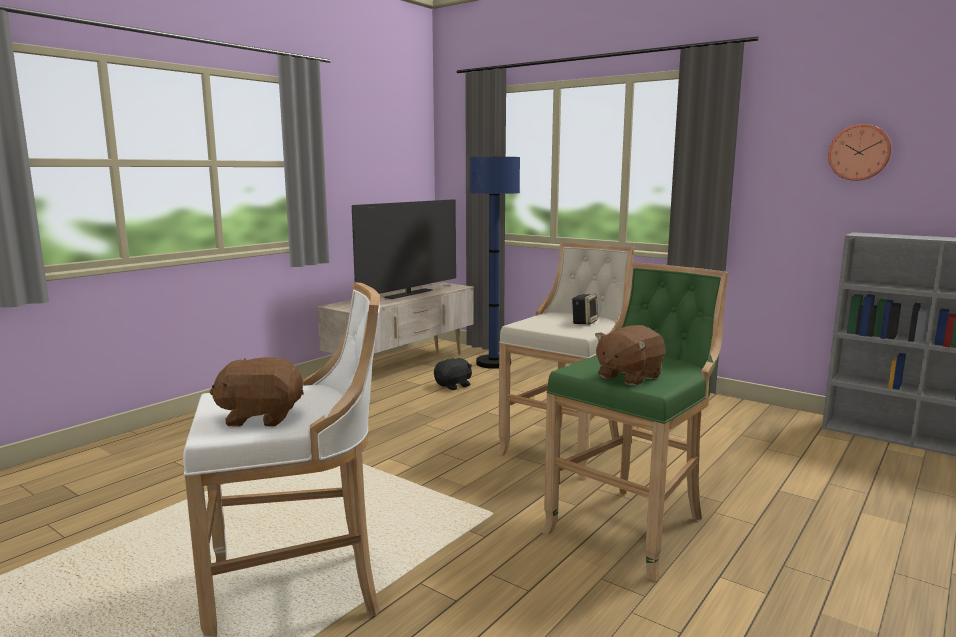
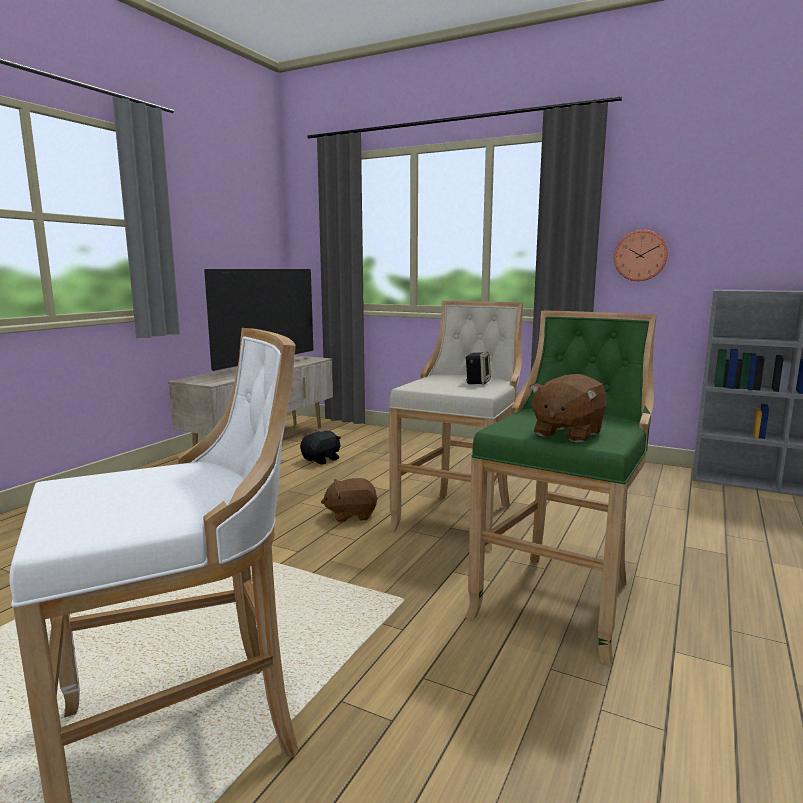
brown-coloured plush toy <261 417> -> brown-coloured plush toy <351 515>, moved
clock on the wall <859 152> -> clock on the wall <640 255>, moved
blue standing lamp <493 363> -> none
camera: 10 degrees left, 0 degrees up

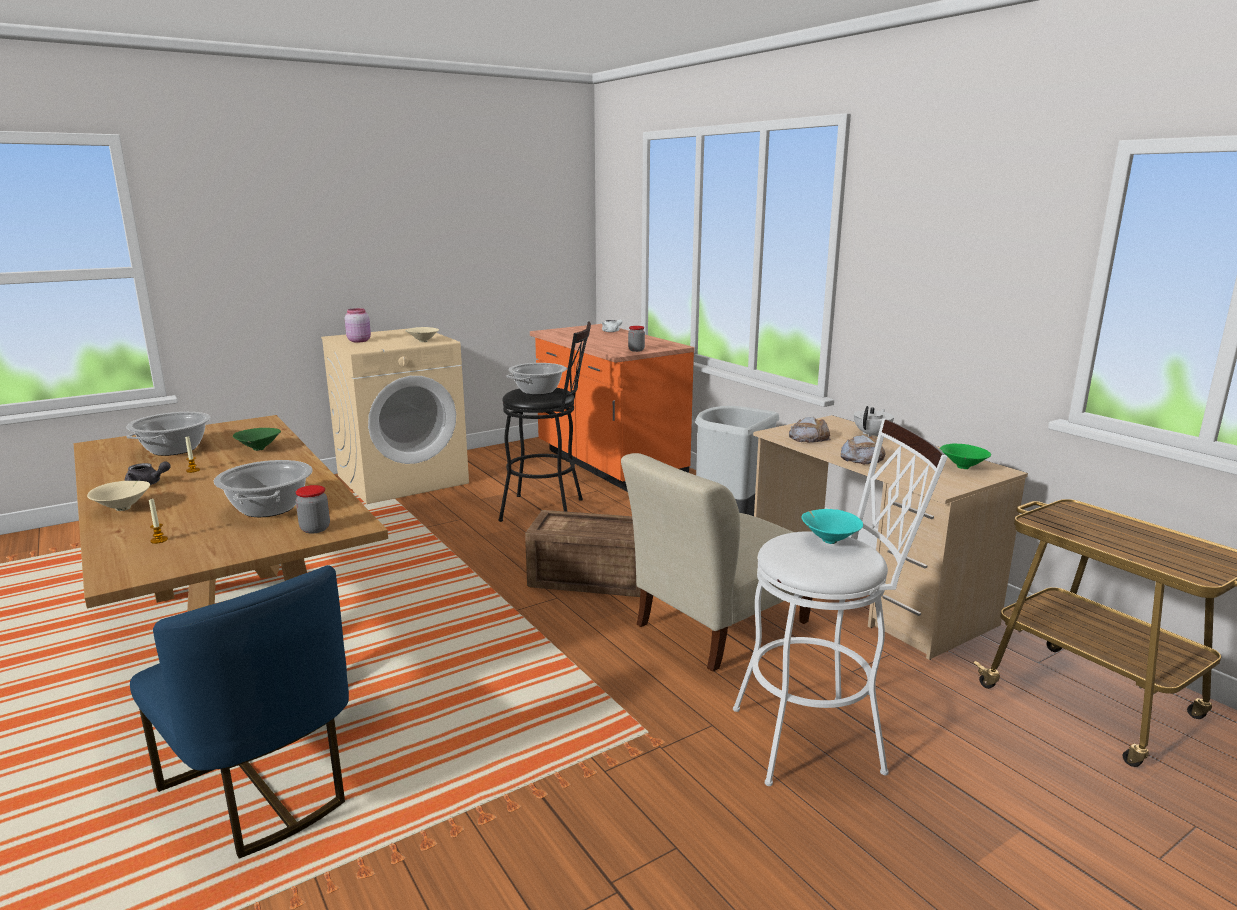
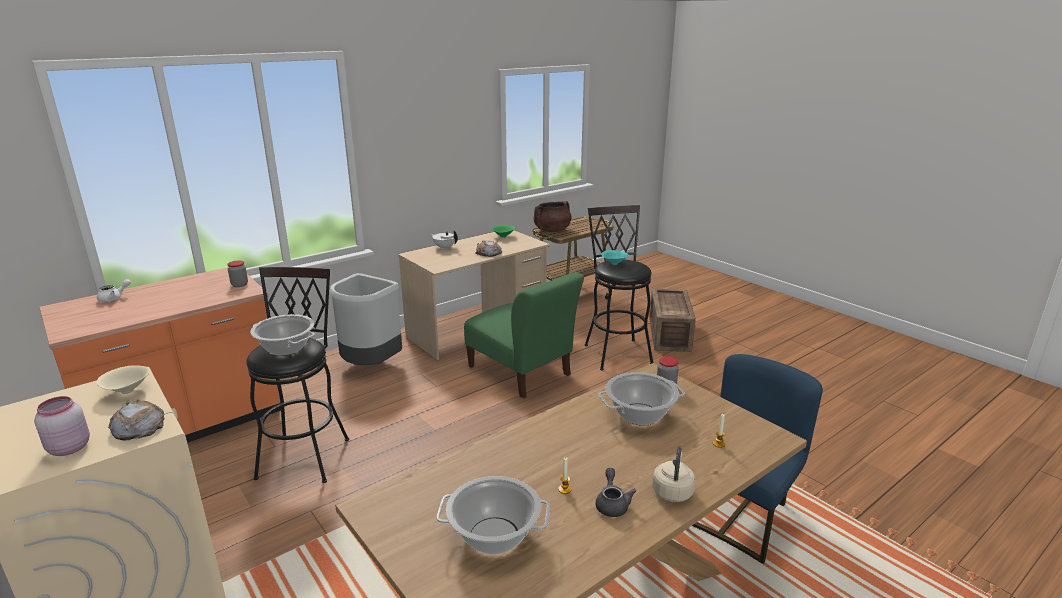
baked bread <809 437> -> baked bread <138 426>, moved
beige-coloured upright chair <717 627> -> green upright chair <521 373>
none -> brown-coloured cooking pot <552 230>
white sitting stool <820 738> -> blackish sitting stool <616 351>
shipping crate <593 580> -> shipping crate <670 334>, moved
beige-coloured deep dish <124 508> -> beige-coloured tea kettle <672 491>
green deep dish <258 449> -> none
camera: 95 degrees left, 5 degrees up

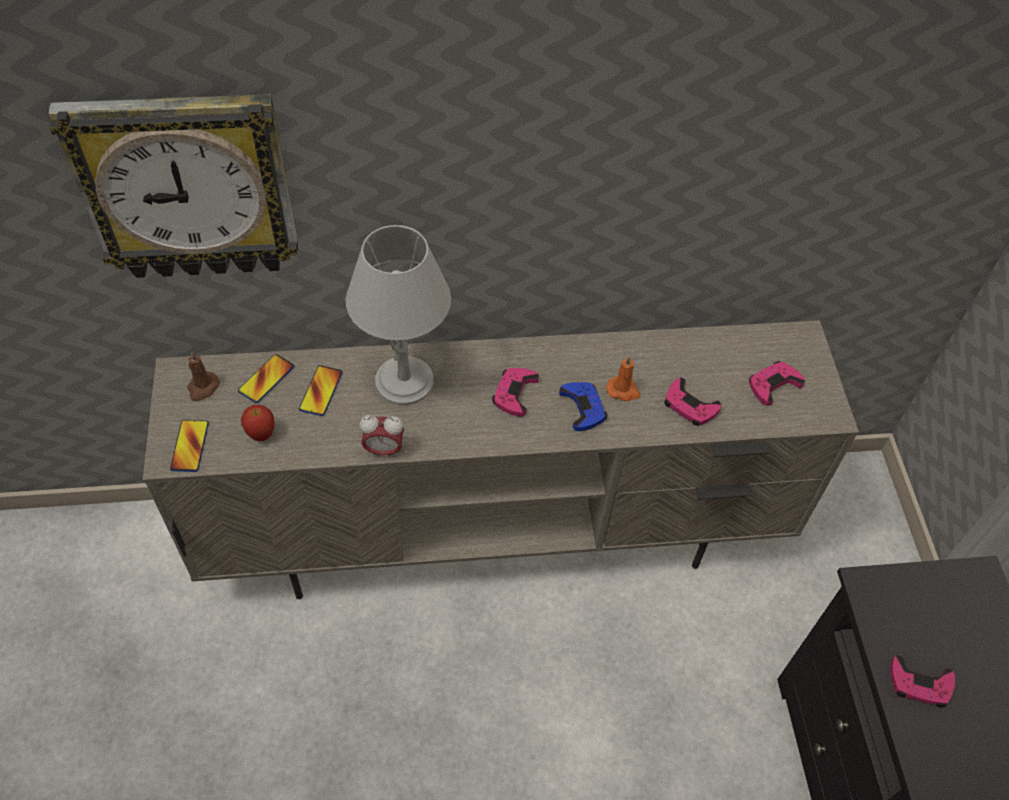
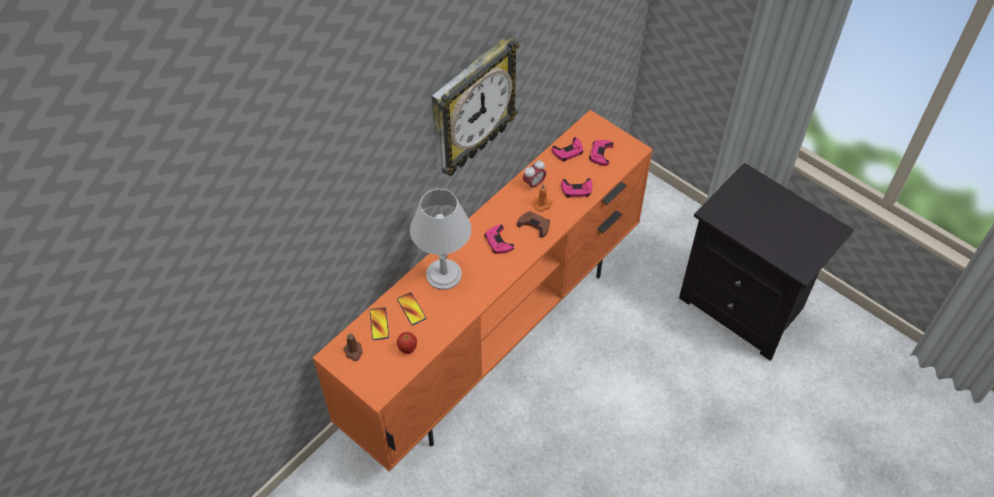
beige-coloured tv stand <498 535> -> orange-coloured tv stand <495 336>
clock on the wall <188 187> -> clock on the wall <471 107>, moved
blue joypad <583 408> -> brown-coloured joypad <534 225>
bedside clock <383 449> -> bedside clock <534 184>, moved
pinkish joypad <919 684> -> pinkish joypad <568 151>, moved
telephone <190 446> -> none
camera: 40 degrees left, 0 degrees up

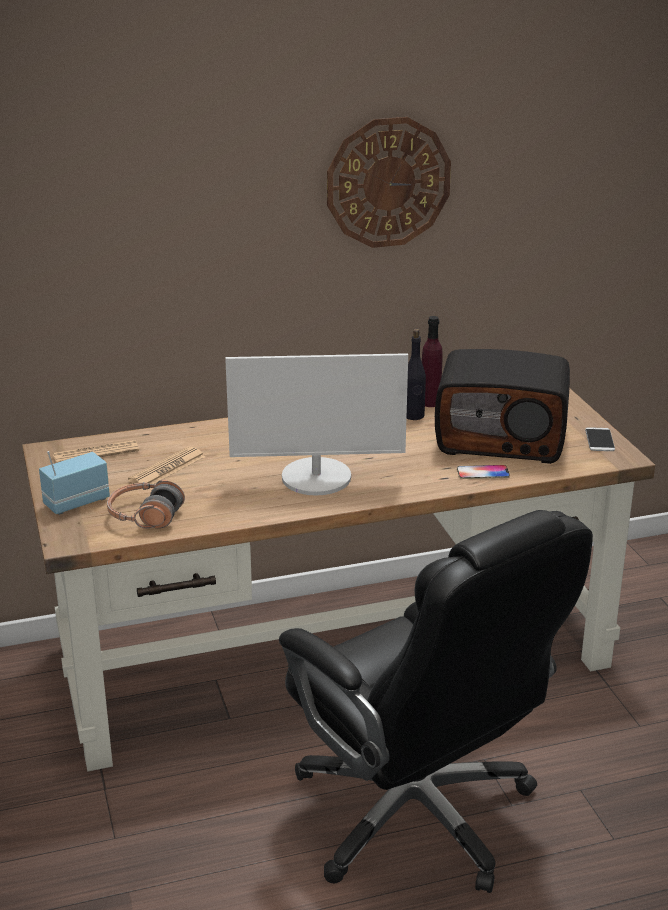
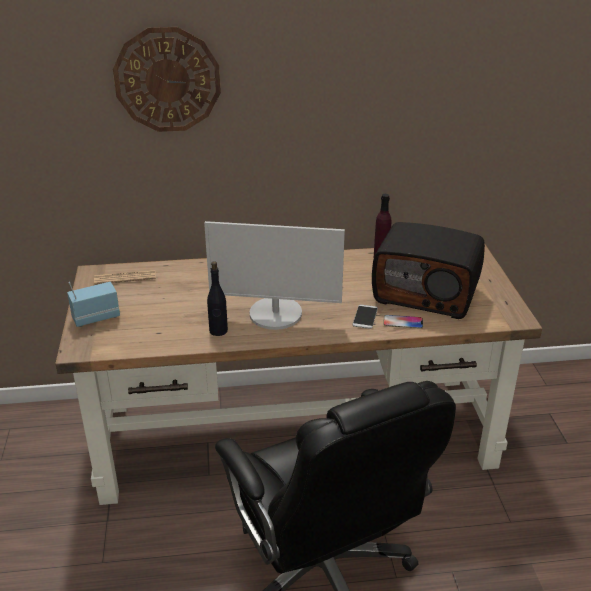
clock on the wall <388 182> -> clock on the wall <167 80>, moved
blackish bottle <413 416> -> blackish bottle <218 331>, moved
telephone <599 440> -> telephone <365 317>, moved
headphones <145 516> -> none
daily paper <167 469> -> none
camera: 10 degrees right, 5 degrees up

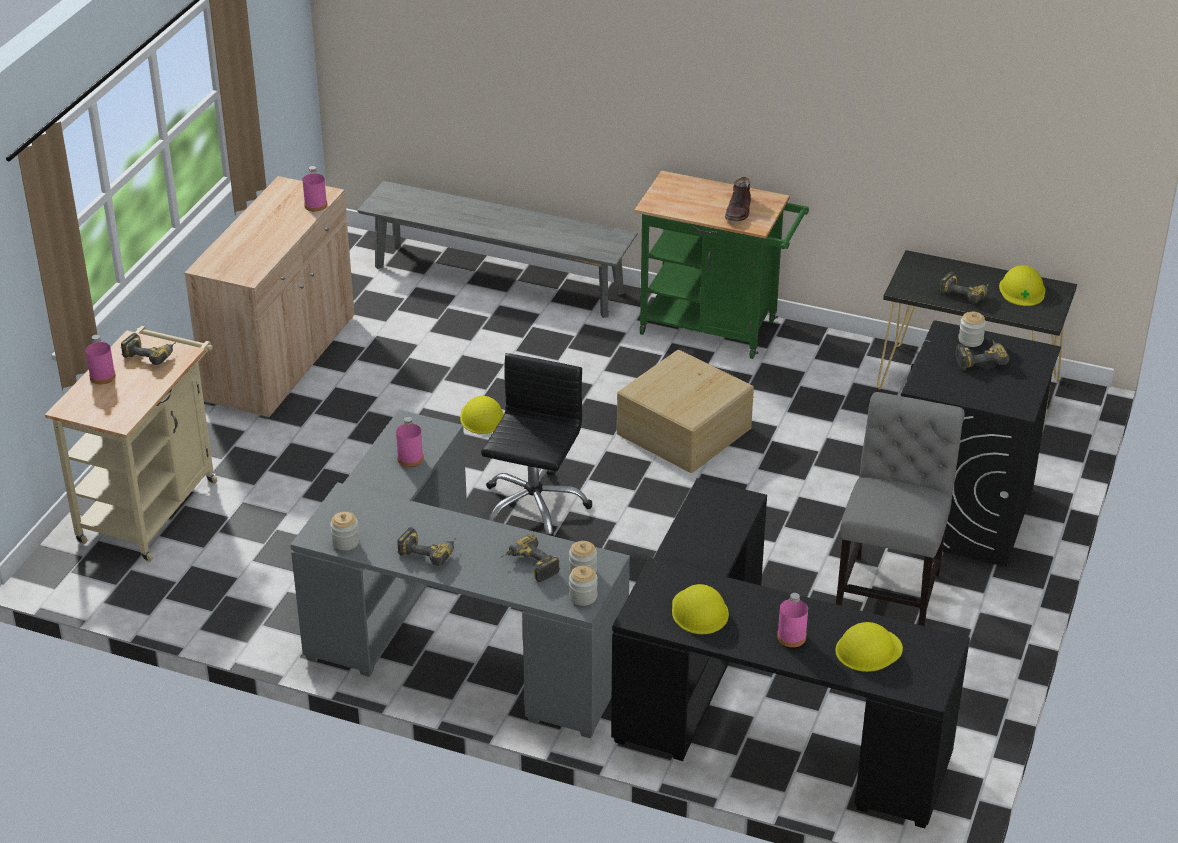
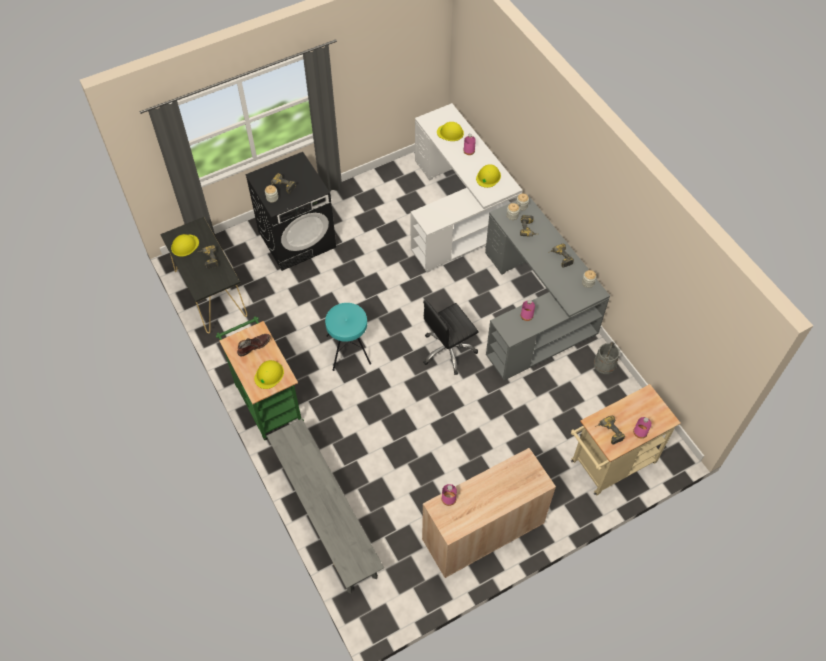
yellow-coloured safety helmet <482 417> -> yellow-coloured safety helmet <269 374>, moved
beige-coloured storage bin <683 431> -> turquoise-coloured sitting stool <349 349>
blackish desk <759 718> -> white desk <459 211>
none -> gray water bucket <605 364>
gray upright chair <890 591> -> none
camera: 140 degrees left, 20 degrees up

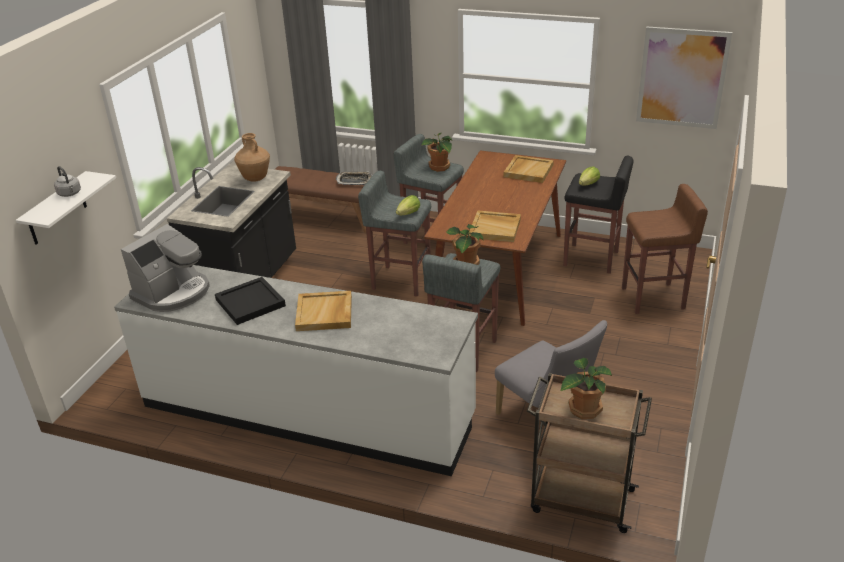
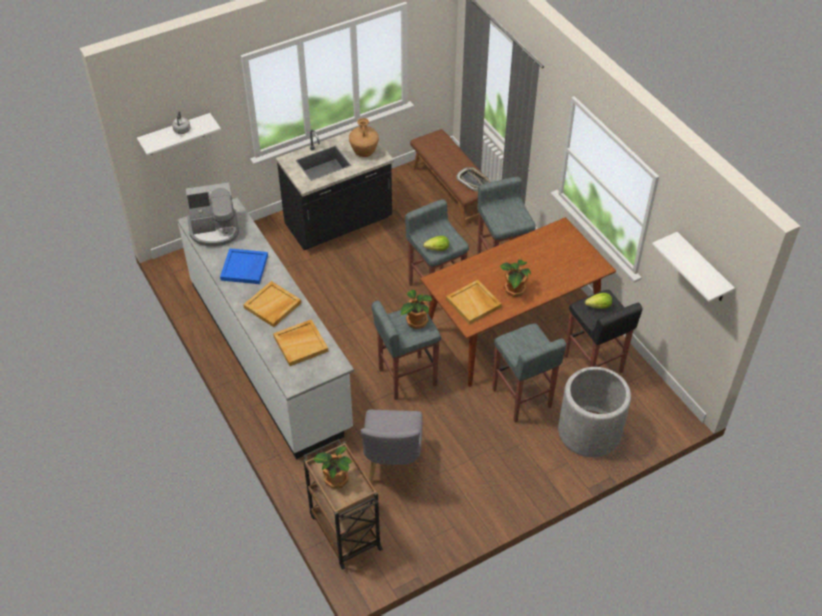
blackish carrying tray <251 303> -> blue carrying tray <244 268>
beige-coloured carrying tray <528 171> -> beige-coloured carrying tray <301 343>, moved
none -> gray sitting stool <521 399>
potted plant <439 167> -> potted plant <514 290>, moved
brown-coloured sitting stool <654 298> -> gray flower pot <589 432>
wall art <682 78> -> white bracket shelf <702 269>
camera: 40 degrees right, 15 degrees up

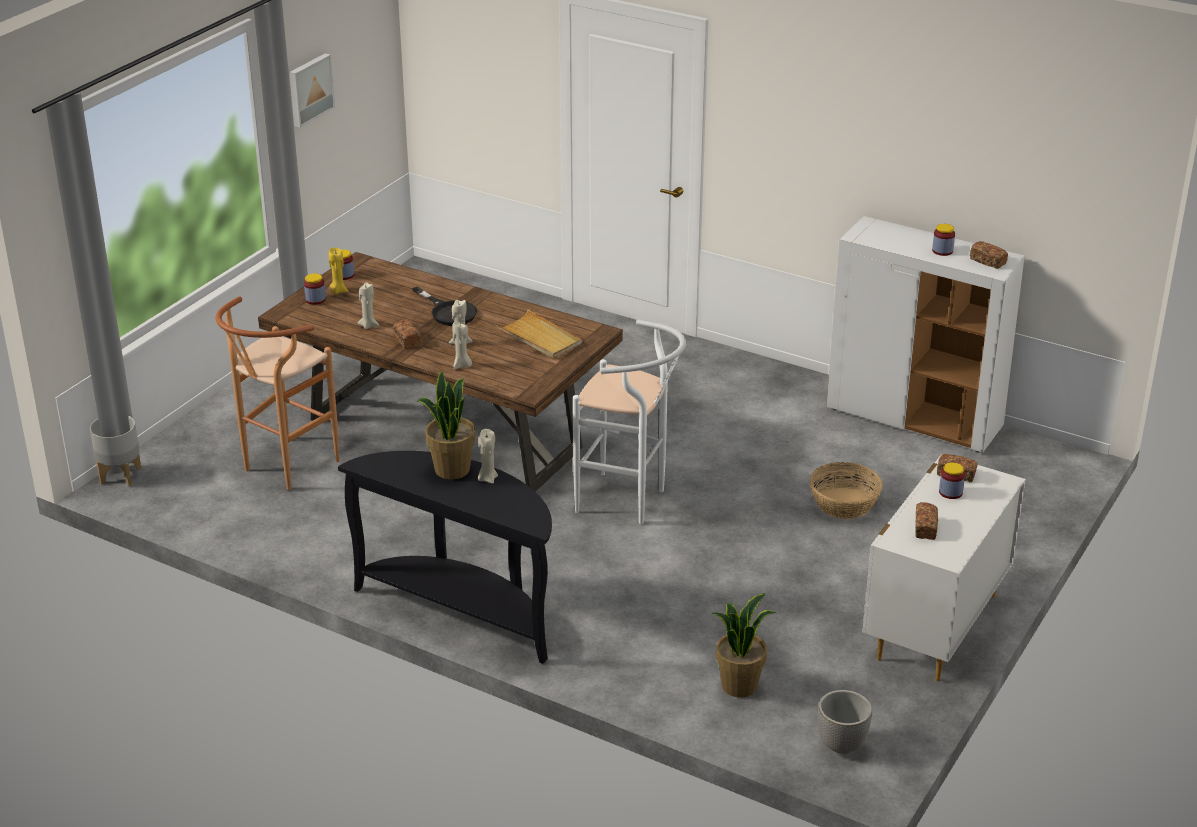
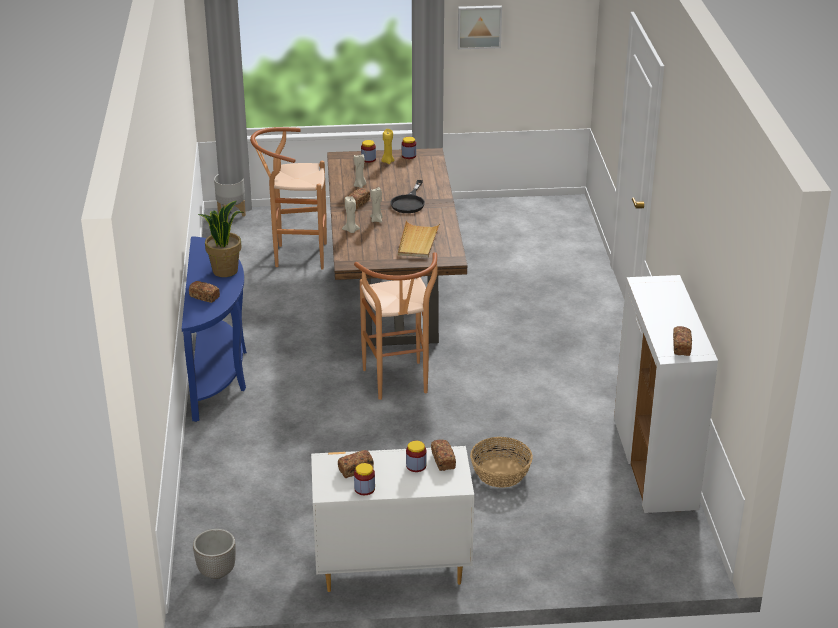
blackish narrow table <463 610> -> blue narrow table <219 372>
none -> baked bread <204 297>
white sitting stool <629 502> -> brown-coloured sitting stool <398 385>
jar <942 251> -> jar <364 489>, moved
beige-coloured wax candle <487 478> -> none
potted plant <739 685> -> none
camera: 55 degrees right, 0 degrees up

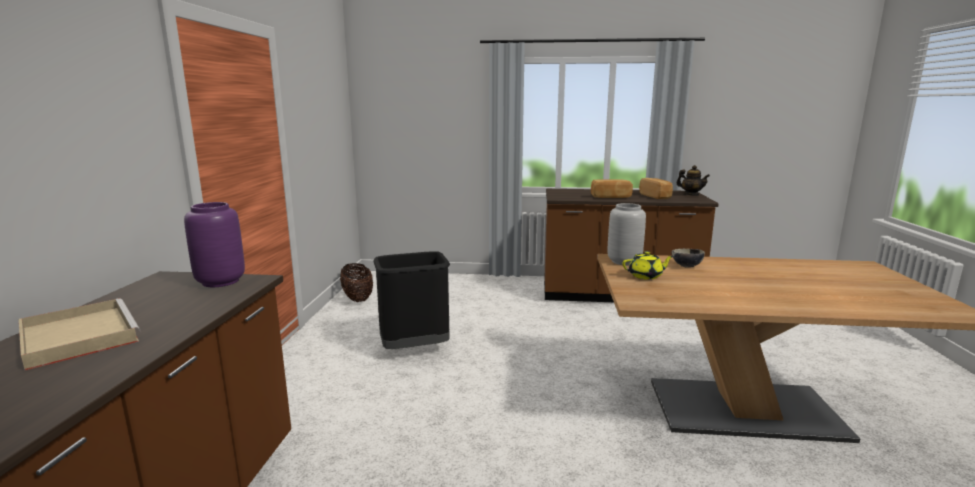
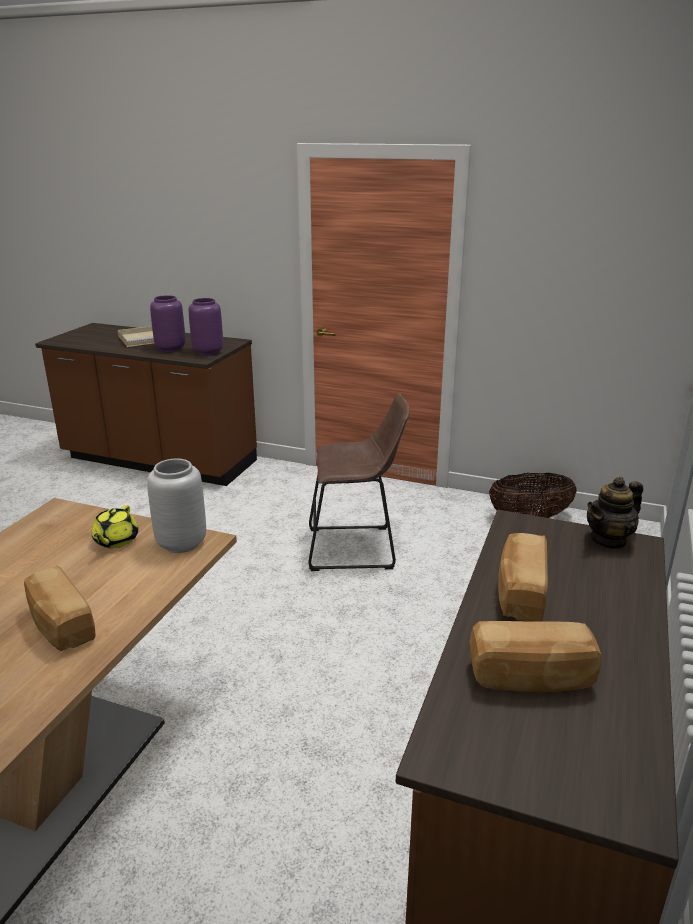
none -> baked bread <60 625>
none -> purplish decorative vase <171 349>
blackish waste bin <415 349> -> brown-coloured sitting stool <357 548>
teapot <691 195> -> teapot <609 540>, moved
deep dish <686 266> -> none
camera: 105 degrees right, 10 degrees up

